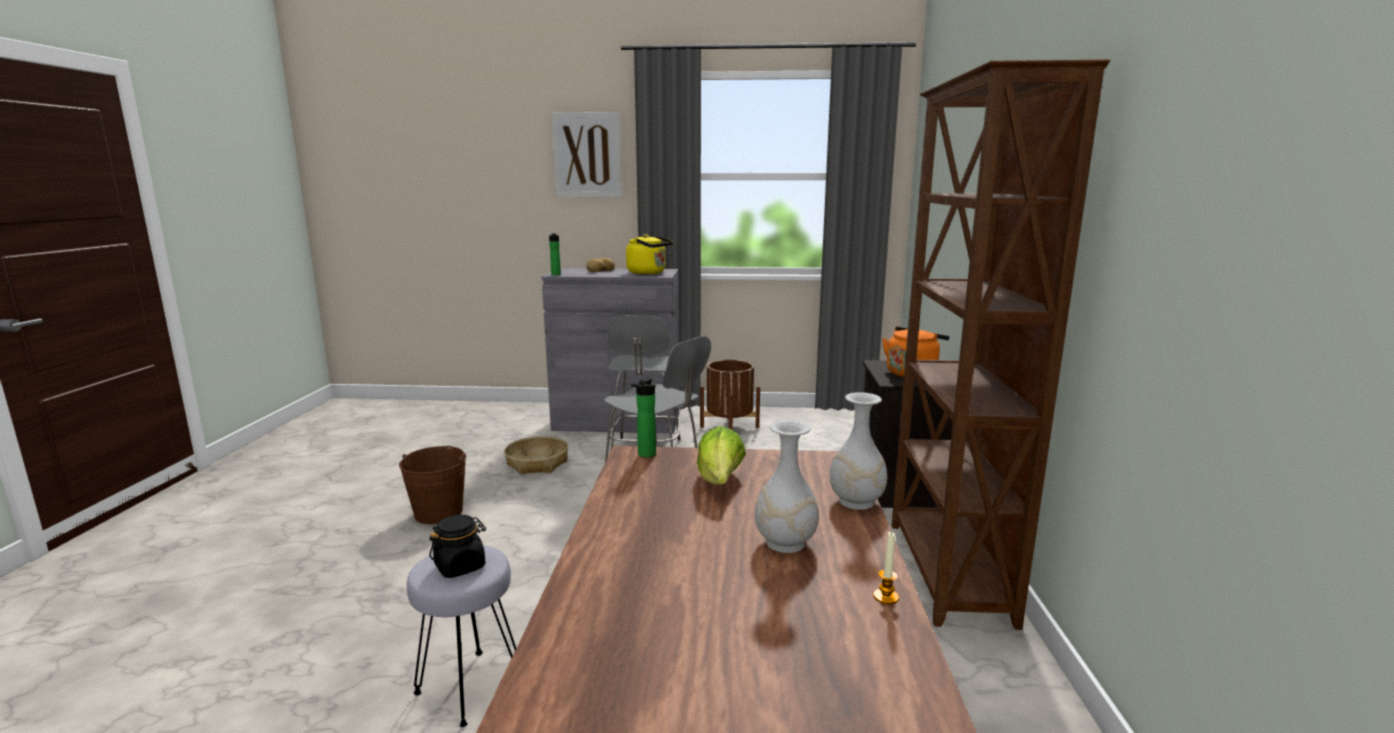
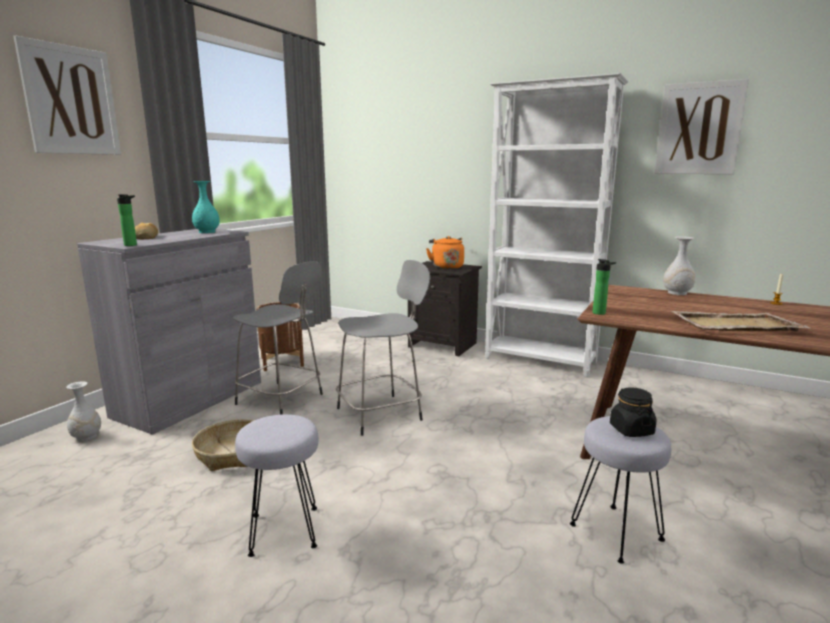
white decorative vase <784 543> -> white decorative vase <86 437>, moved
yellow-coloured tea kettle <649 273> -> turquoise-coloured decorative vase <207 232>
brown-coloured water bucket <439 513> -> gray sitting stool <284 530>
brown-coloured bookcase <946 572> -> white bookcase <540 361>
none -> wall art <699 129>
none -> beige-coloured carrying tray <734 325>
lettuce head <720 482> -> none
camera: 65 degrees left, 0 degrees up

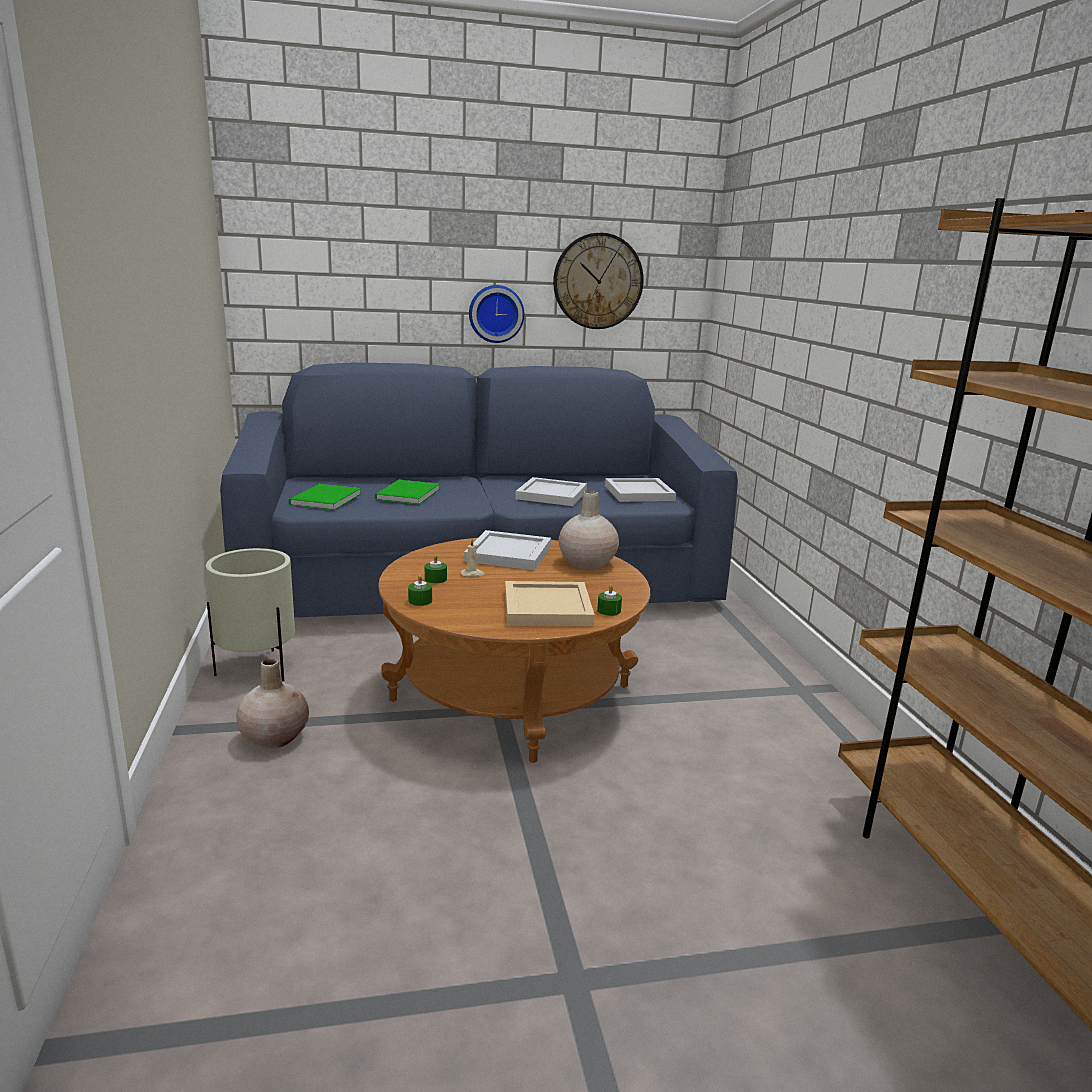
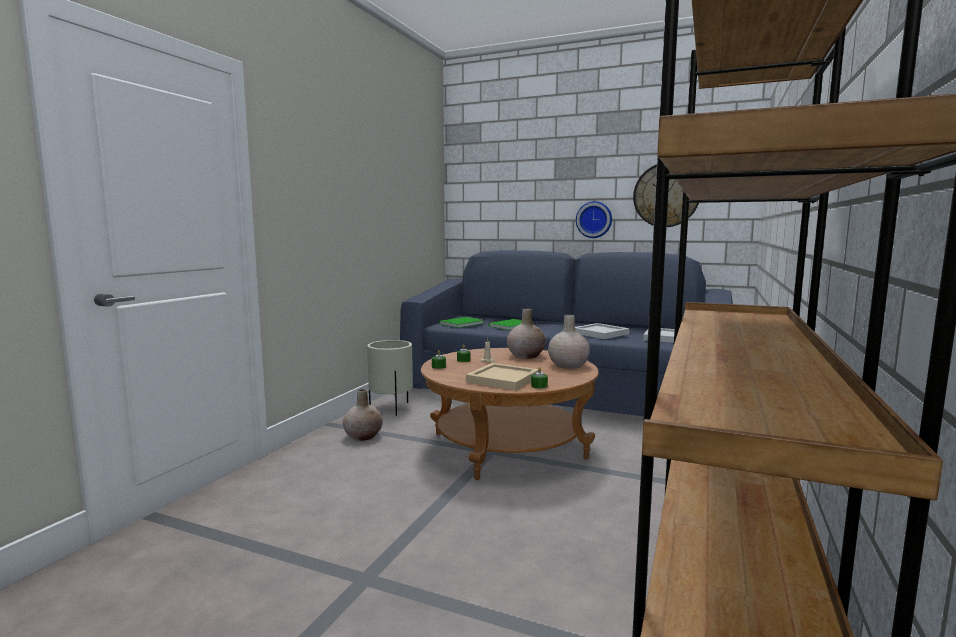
white carrying tray <508 553> -> beige-coloured decorative vase <526 356>
camera: 35 degrees right, 10 degrees down

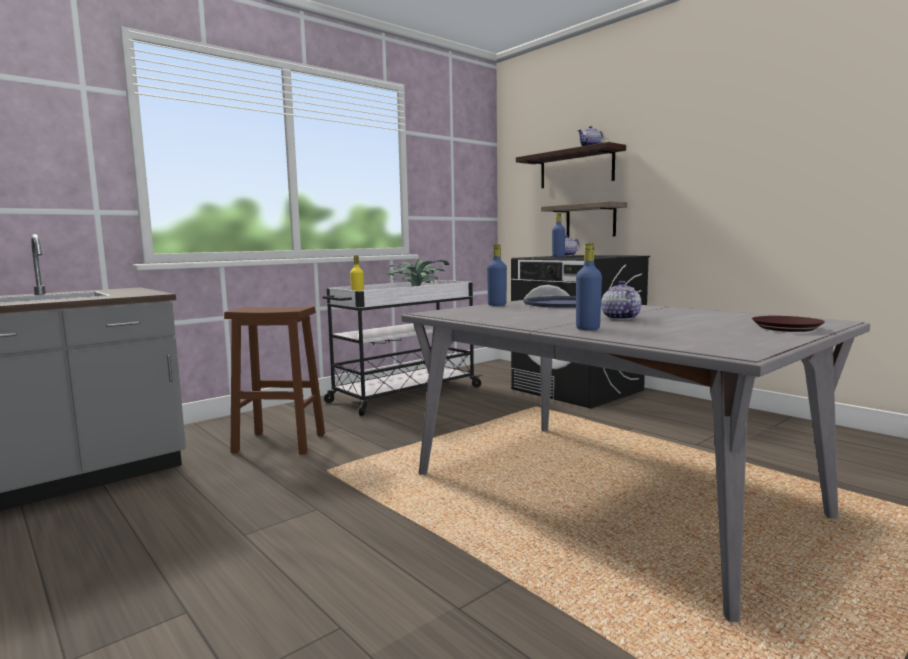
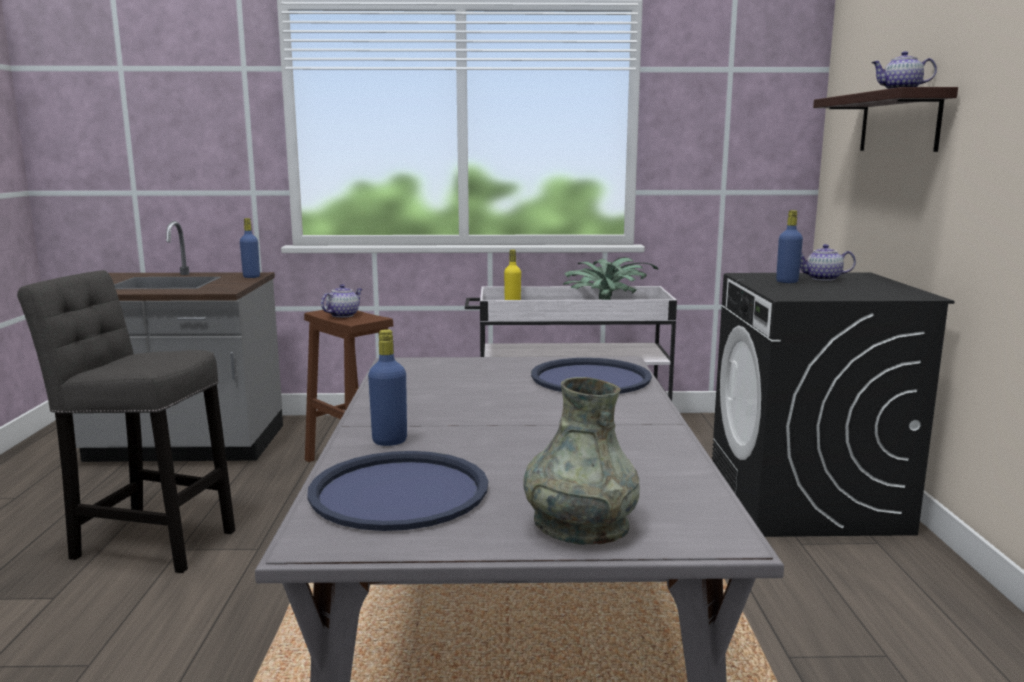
none -> gray sitting stool <148 542>
blue bottle <497 305> -> blue bottle <251 277>, moved
none -> blue carrying tray <399 492>
teapot <619 318> -> teapot <342 315>, moved
brown-coloured plate <787 328> -> gray decorative vase <580 525>
bracket shelf <590 220> -> none
camera: 40 degrees right, 5 degrees up

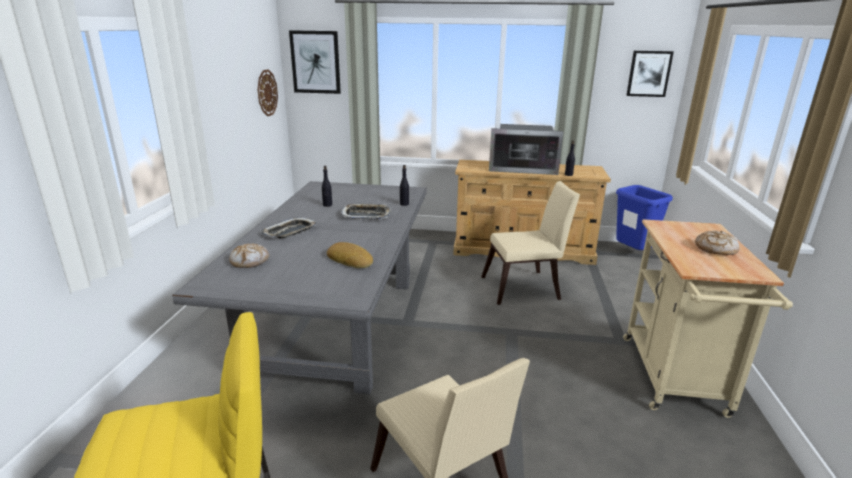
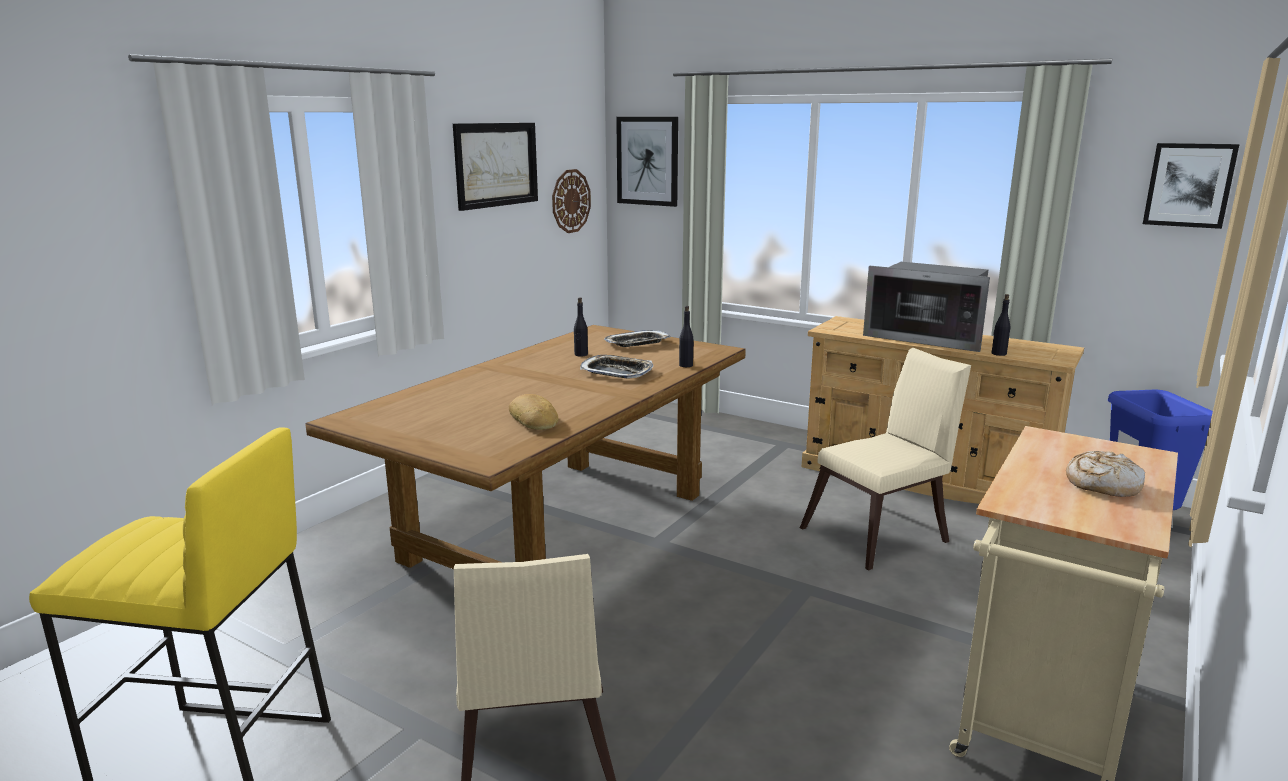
gray dining table <336 325> -> brown-coloured dining table <560 525>
none -> wall art <496 164>
carrying tray <290 232> -> carrying tray <637 343>, moved
beige-coloured upright chair <525 288> -> beige-coloured upright chair <882 533>, 45 degrees counterclockwise
baked bread <250 261> -> none
camera: 25 degrees right, 5 degrees down

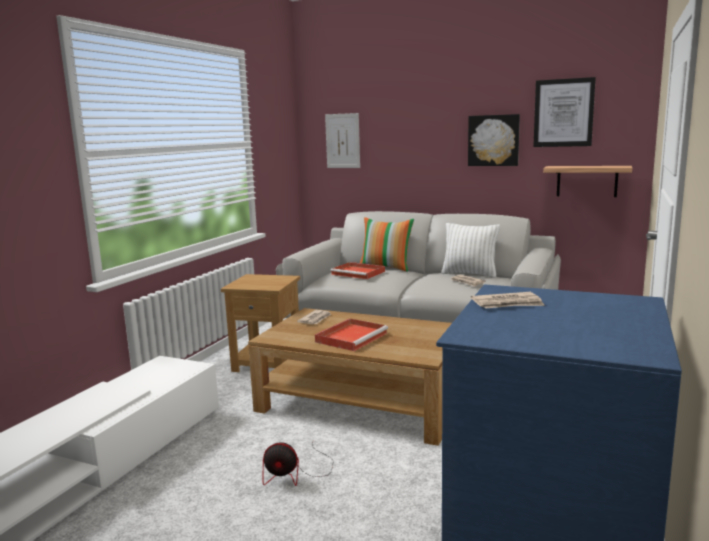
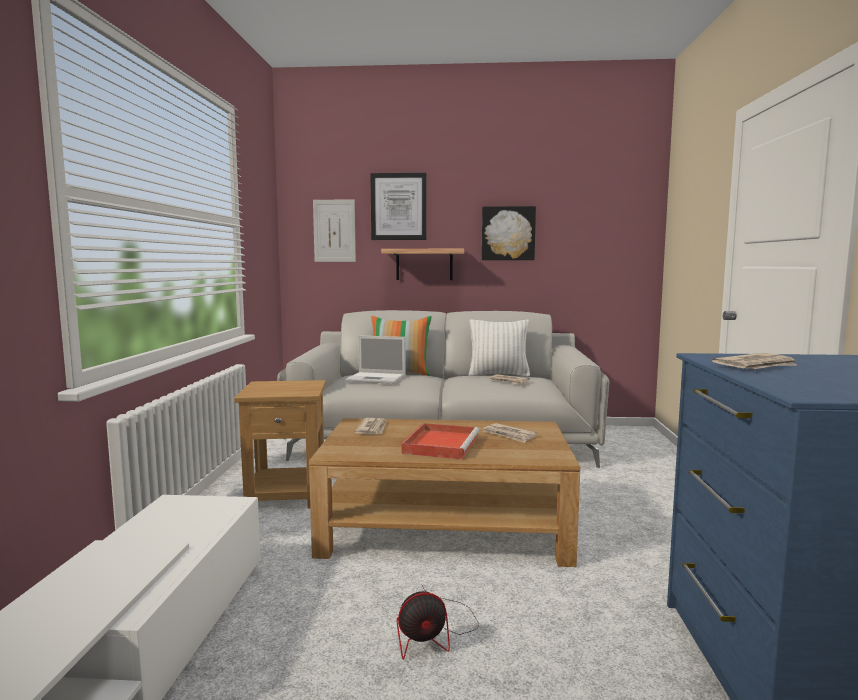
red carrying tray <359 273> -> portable computer <377 378>
wall art <563 113> -> wall art <398 206>, moved
bracket shelf <587 181> -> bracket shelf <424 264>, moved
none -> daily paper <509 435>
camera: 20 degrees left, 5 degrees down

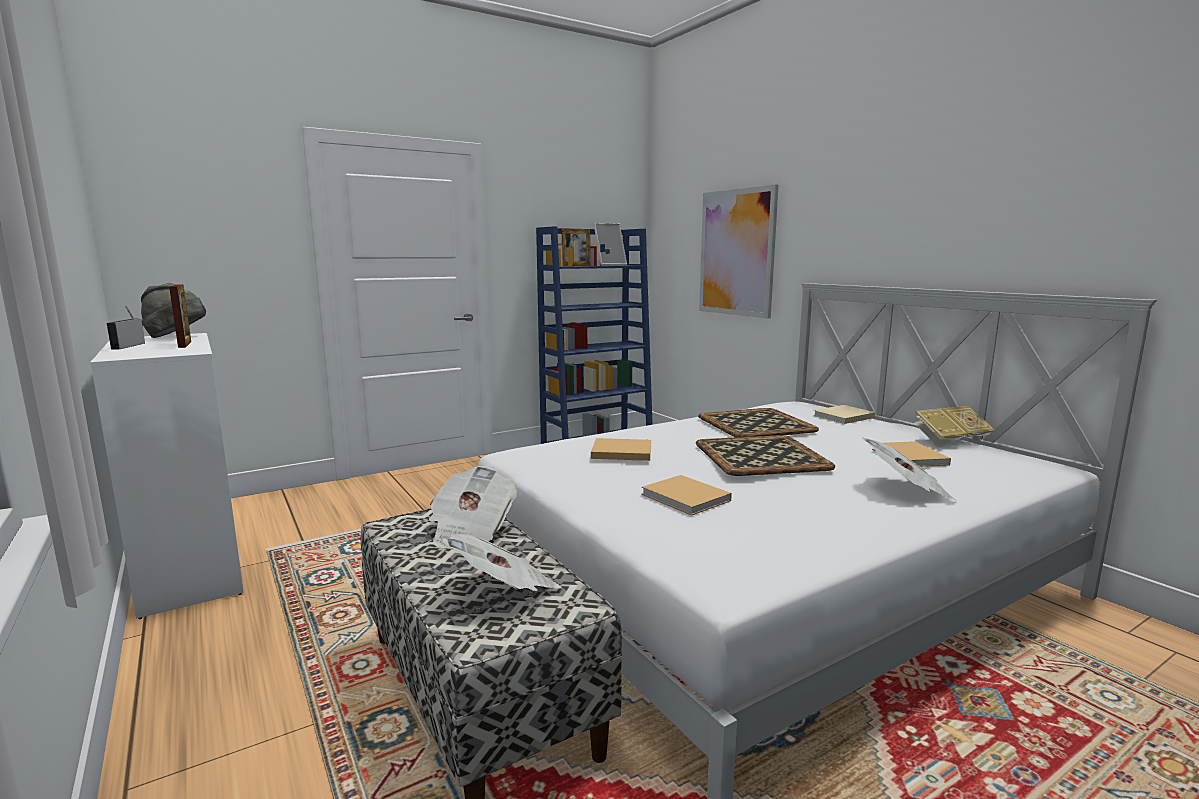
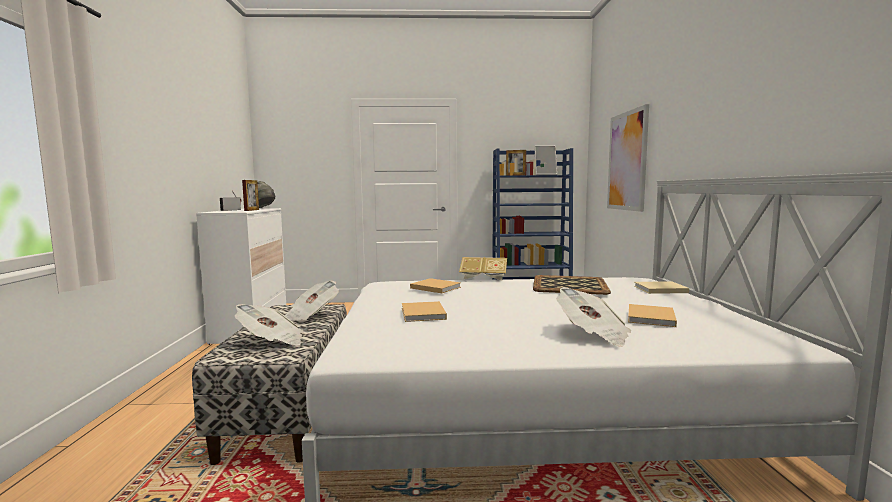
bound book <950 440> -> bound book <483 278>, moved
carrying tray <761 456> -> none
camera: 30 degrees right, 5 degrees down

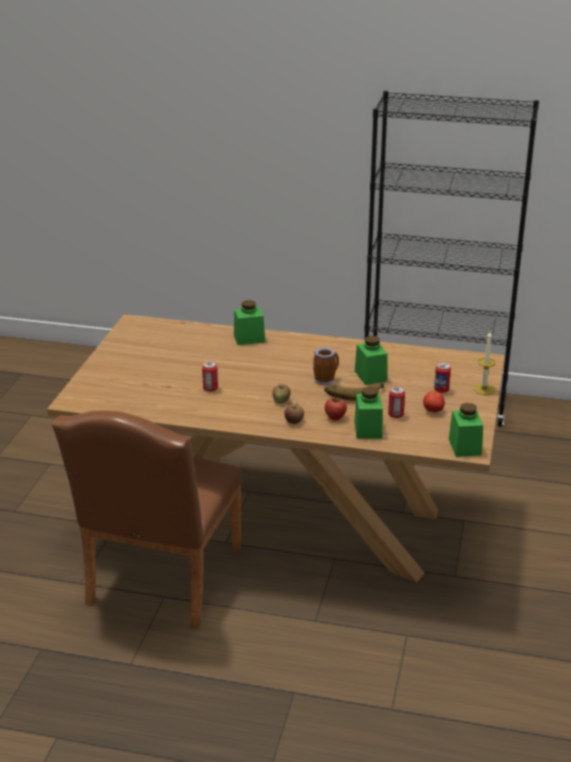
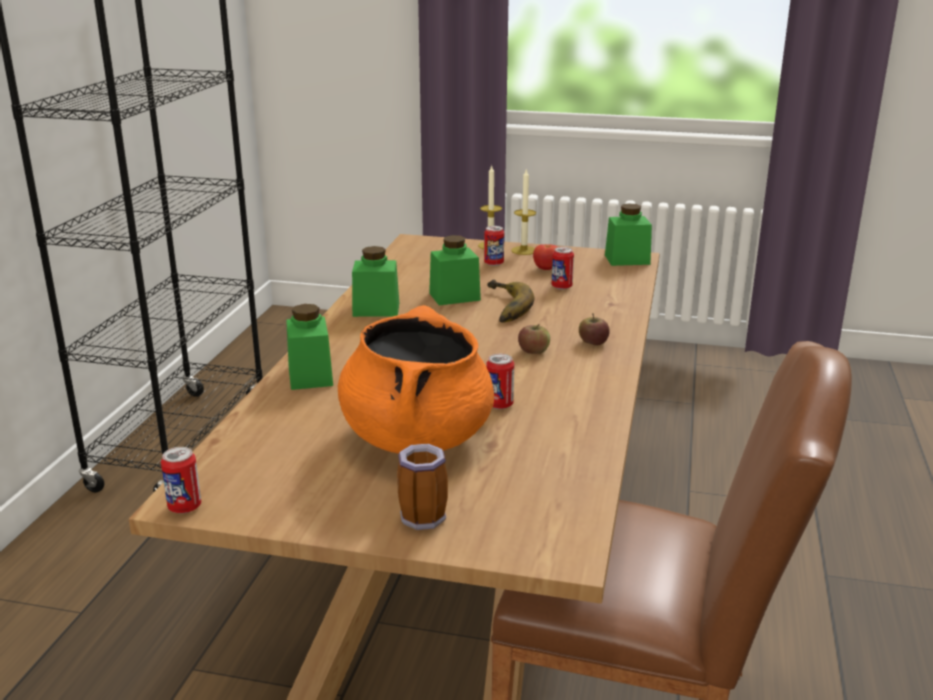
none -> metal can <185 507>
none -> orange-coloured cooking pot <416 437>
green jar <368 430> -> green jar <376 309>, moved
coffee mug <325 379> -> coffee mug <419 516>, moved
none -> wax candle <524 250>
apple fruit <335 418> -> none
camera: 90 degrees left, 5 degrees down

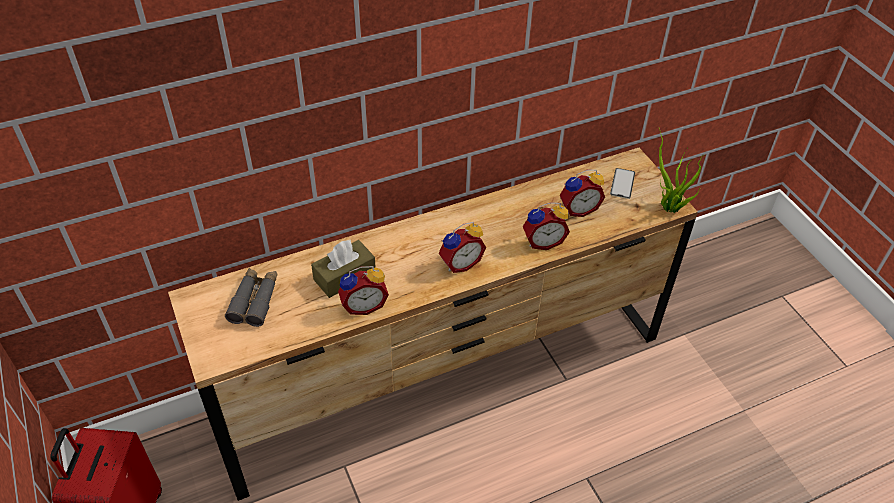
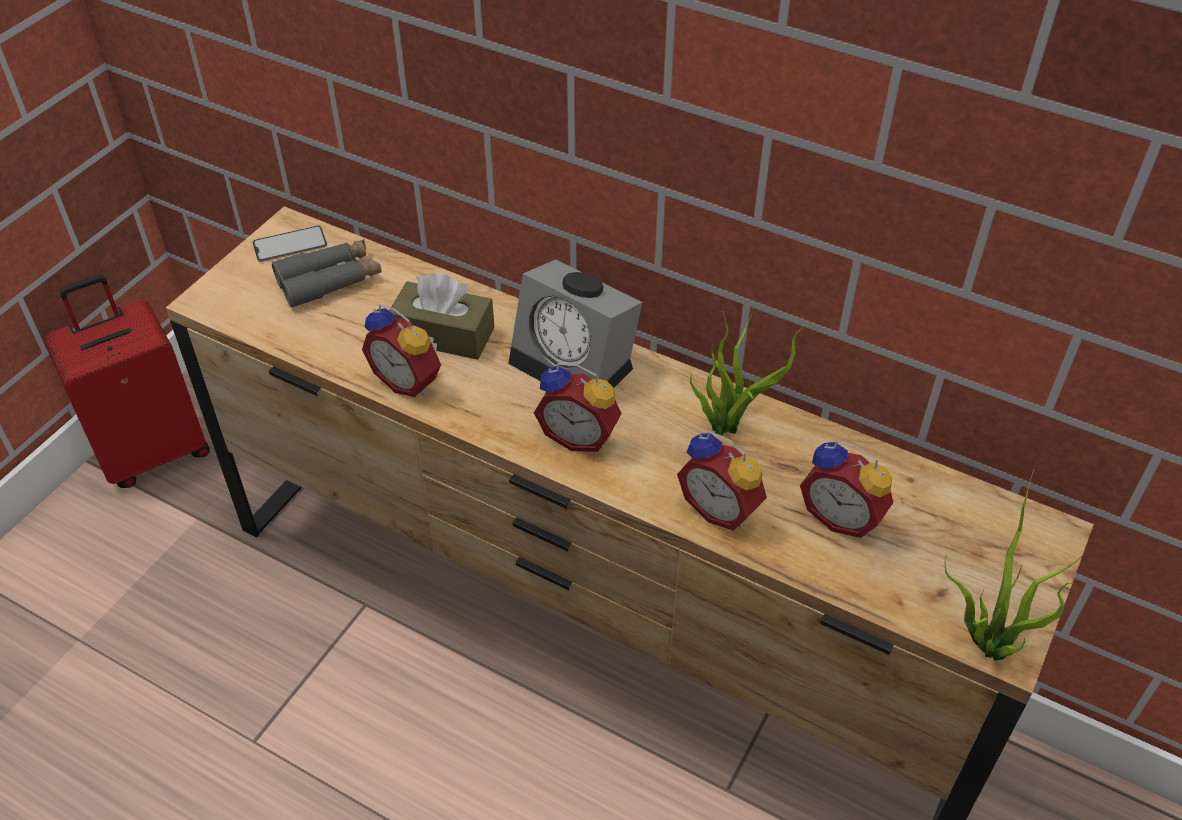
telephone <622 183> -> telephone <290 244>, moved
none -> bedside clock <577 364>
none -> potted plant <729 424>
camera: 55 degrees right, 0 degrees up

